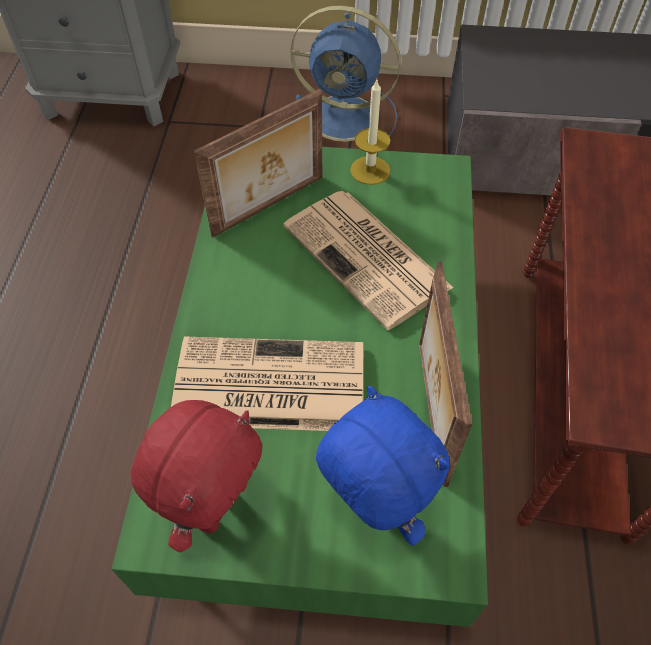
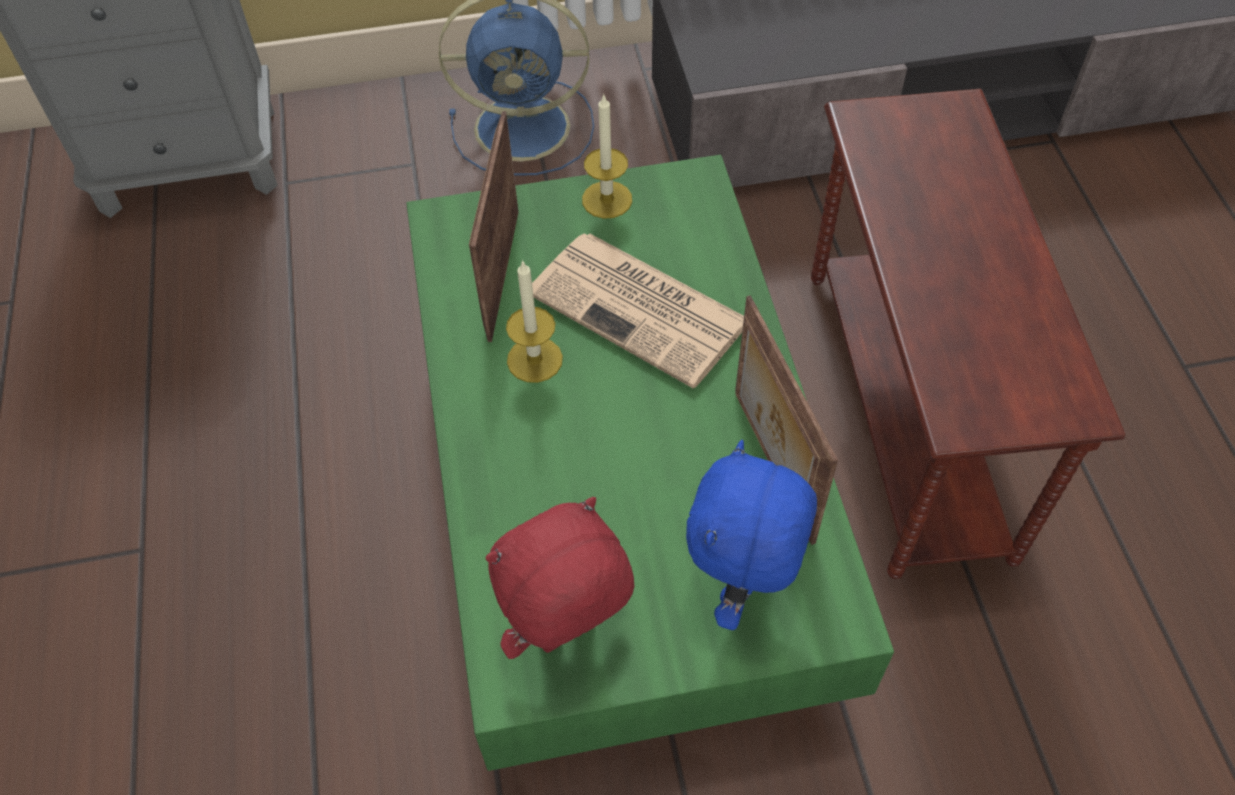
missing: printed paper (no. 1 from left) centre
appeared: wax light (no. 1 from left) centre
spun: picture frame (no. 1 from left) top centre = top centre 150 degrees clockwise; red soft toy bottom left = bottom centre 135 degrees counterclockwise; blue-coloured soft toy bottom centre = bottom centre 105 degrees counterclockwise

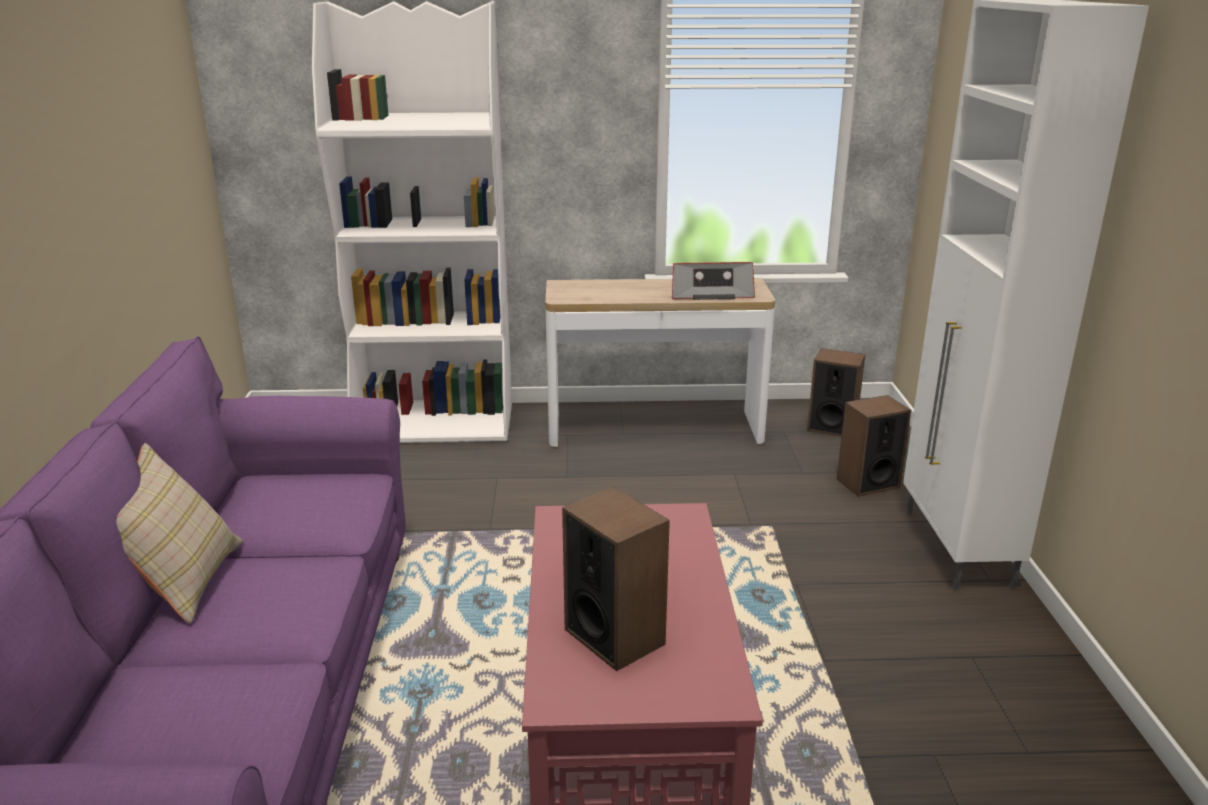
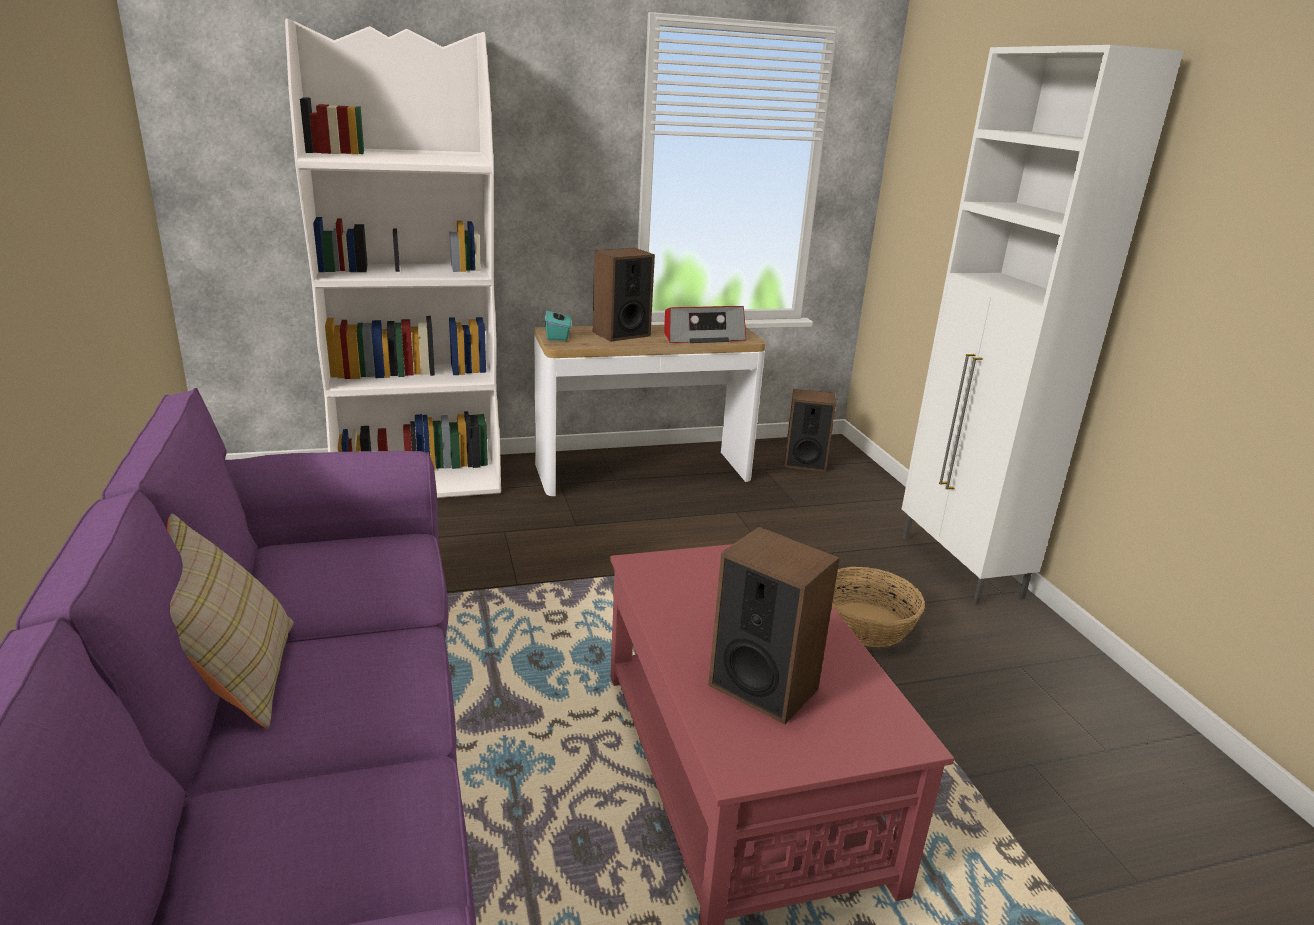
appeared: turquoise tissue holder centre; storage basket middle right
relocated: audio speaker (no. 3 from left in the first image) middle right to audio speaker (no. 1 from left) top centre

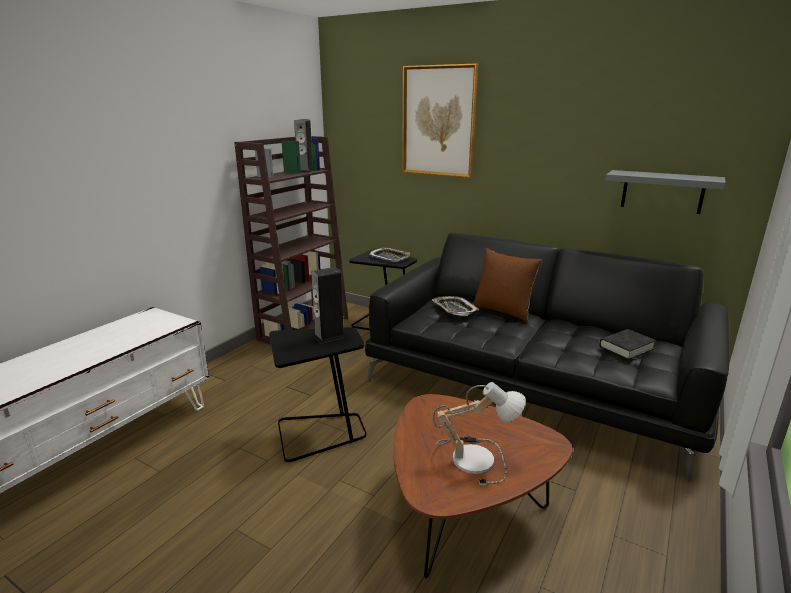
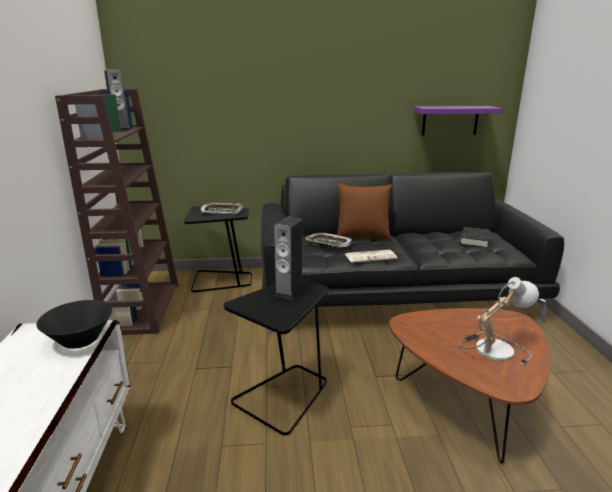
missing: wall picture top centre
appeared: black serving bowl middle left; printed paper centre
colour: gray wall shelf top right to purple-coloured wall shelf top right

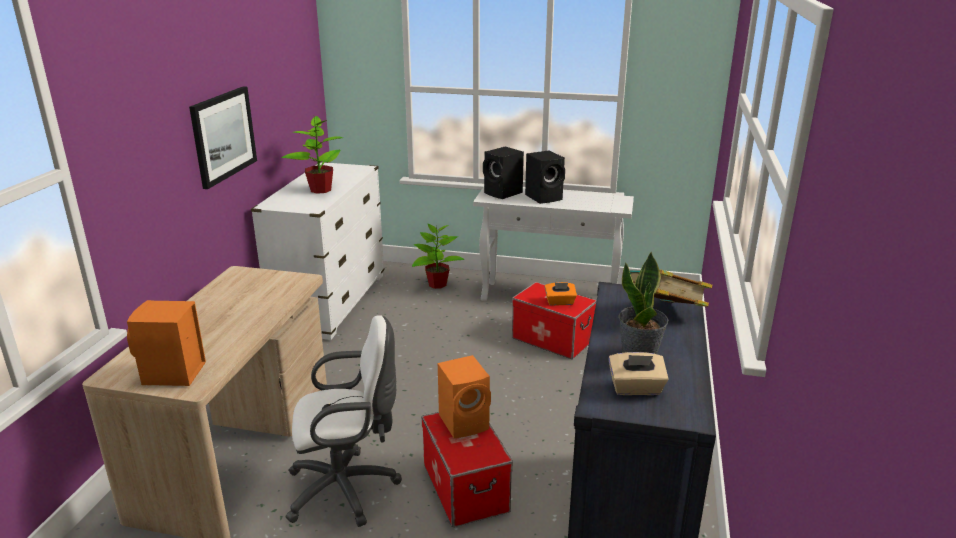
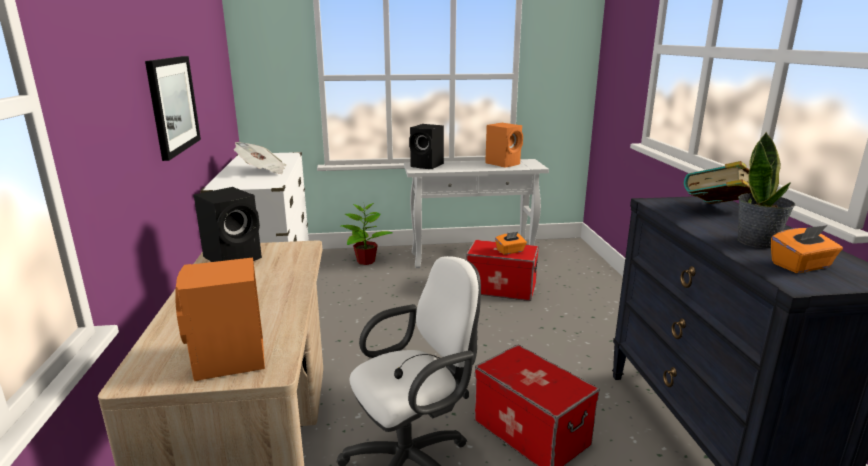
relocated: black audio speaker (no. 2 from left in the first image) top centre to black audio speaker (no. 1 from left) middle left; orangey audio speaker (no. 2 from left) bottom centre to top centre
exchanged: plant in a pot (no. 1 from left) top left to printed paper middle left
colour: beige-coloured tissue holder bottom right to orangey tissue holder (no. 2 from left) middle right

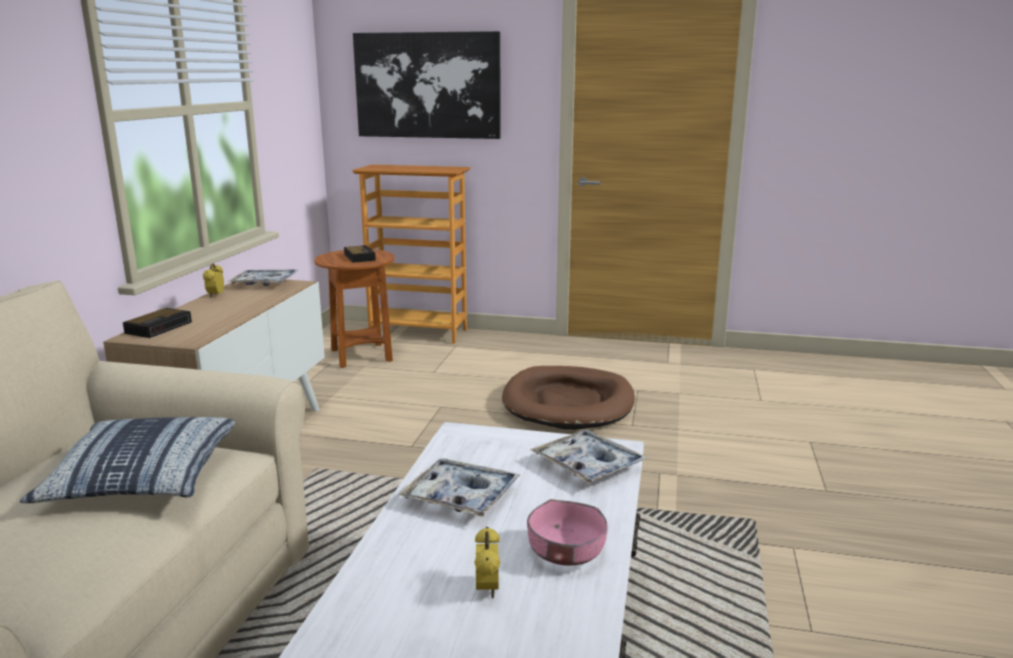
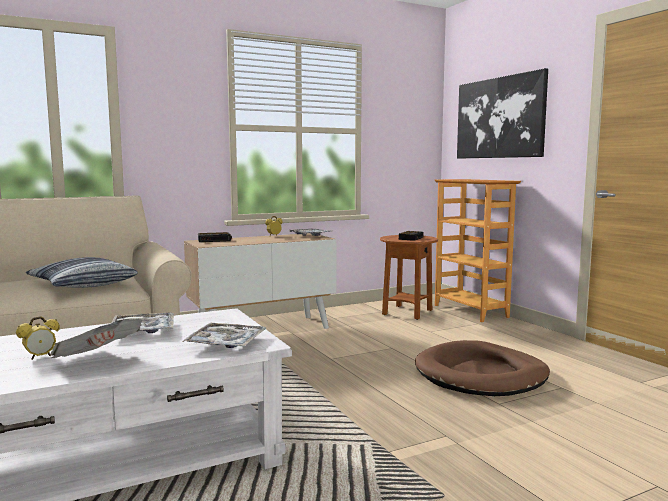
exchanged: pink serving bowl bottom centre to printed paper bottom left

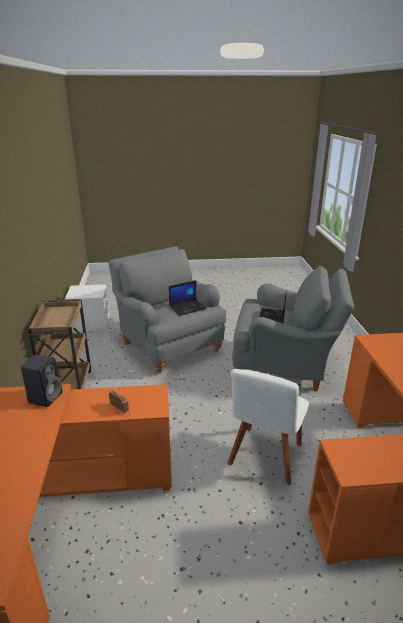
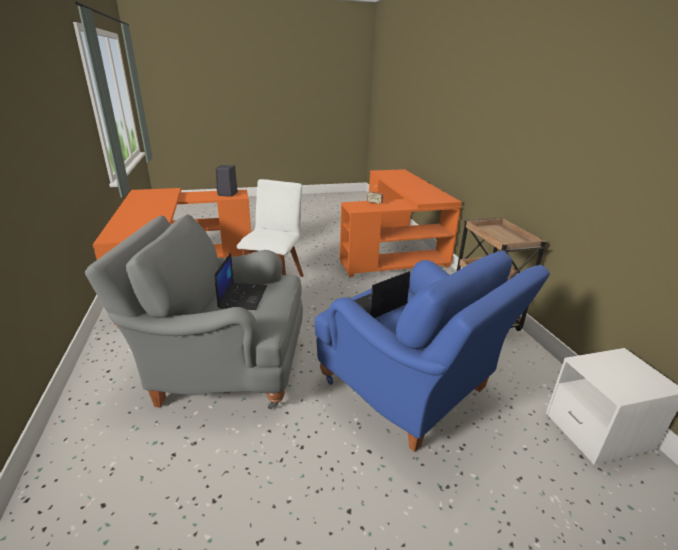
relocated: black audio speaker middle left to top centre
colour: gray lounge chair (no. 1 from left) centre to blue-coloured lounge chair centre

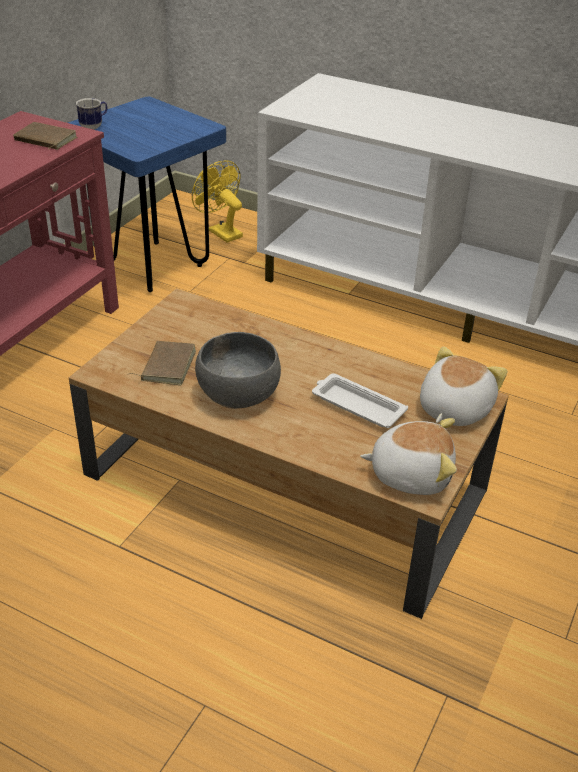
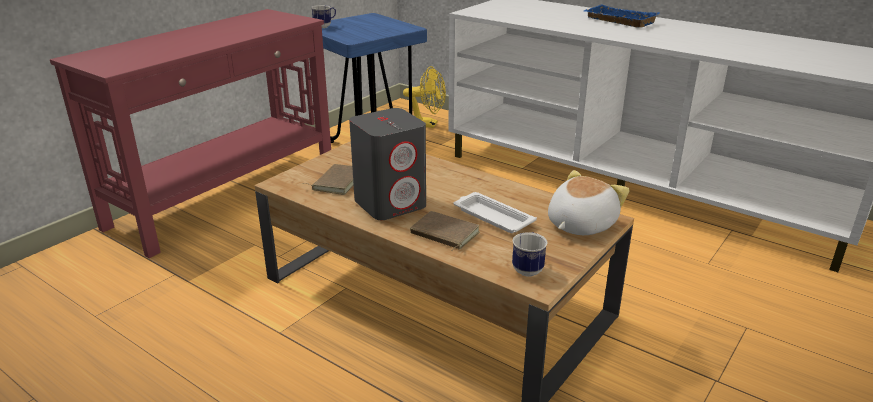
appeared: blue-coloured tray top right
relocated: brown book (no. 1 from left in the first image) top left to brown book (no. 2 from left) centre
exchanged: gray serving bowl centre to gray audio speaker centre; soft toy (no. 1 from left) middle right to coffee mug (no. 2 from left) centre
spun: yellow electric fan top centre = top centre 135 degrees clockwise

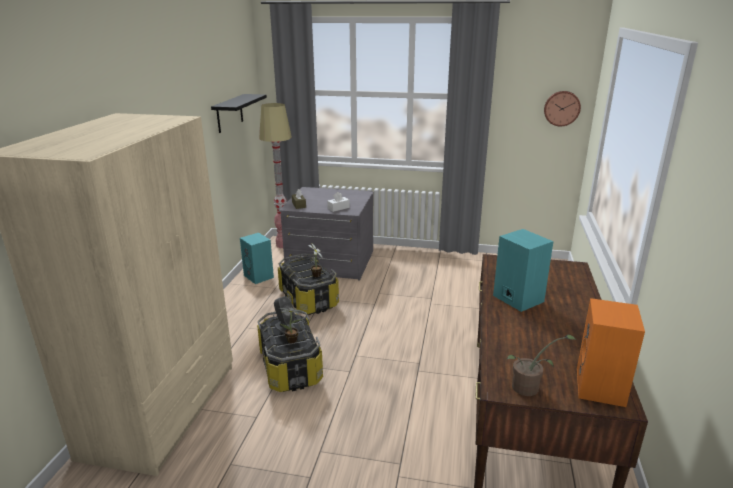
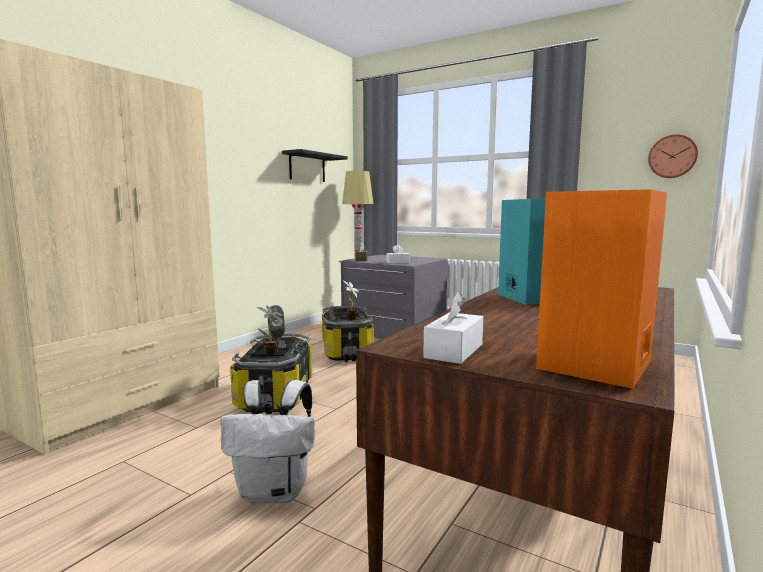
missing: turquoise audio speaker (no. 1 from left) centre
appeared: white-coloured rucksack bottom centre
exchanged: plant in a pot (no. 3 from left) bottom right to white-coloured tissue holder (no. 2 from left) centre

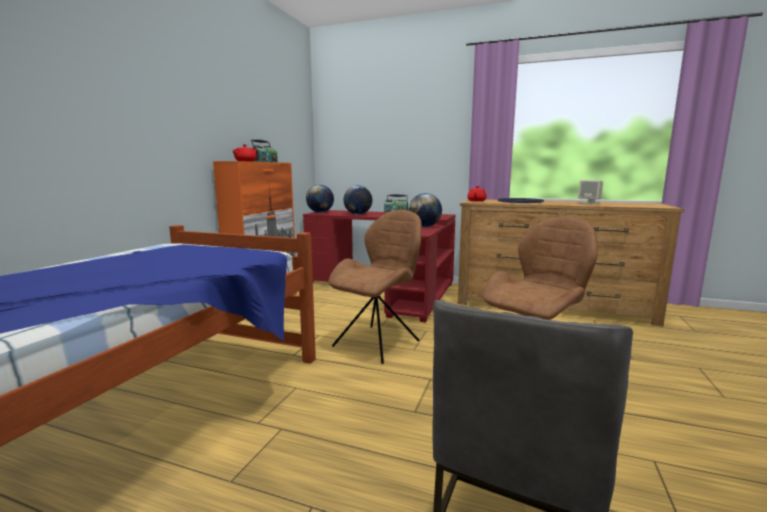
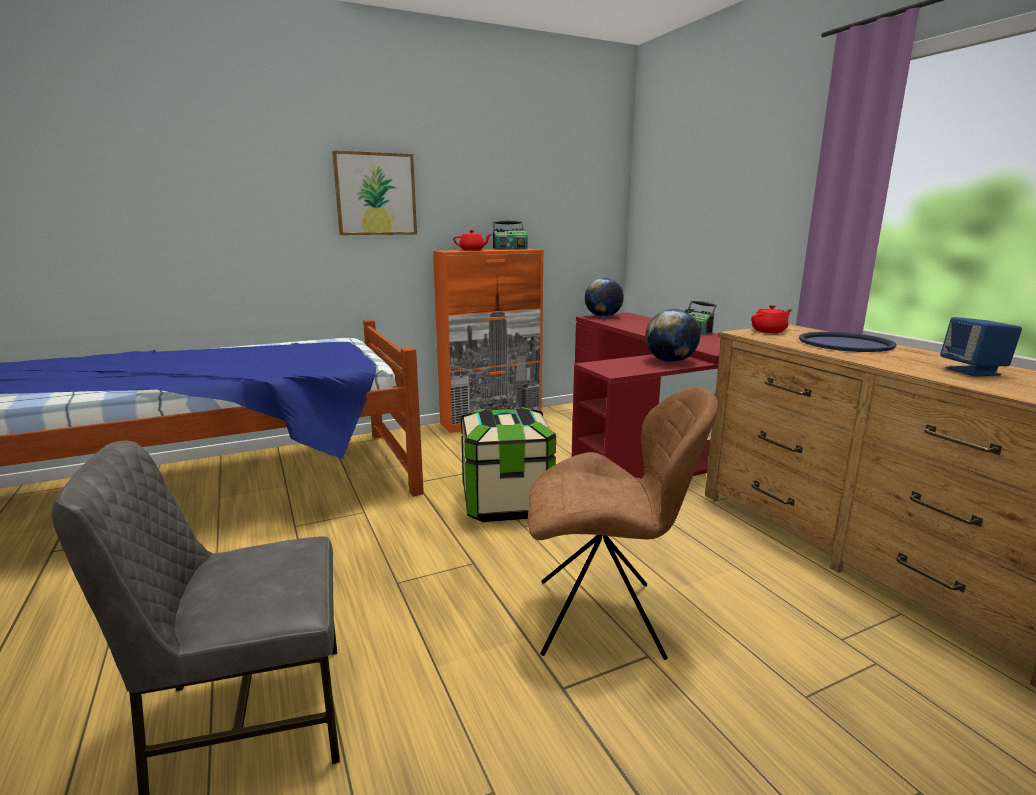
missing: desk globe (no. 2 from left) centre
appeared: wall picture top centre
exchanged: brown chair (no. 1 from left) centre to storage bin centre
colour: beige-coloured audio speaker middle right to blue-coloured audio speaker middle right

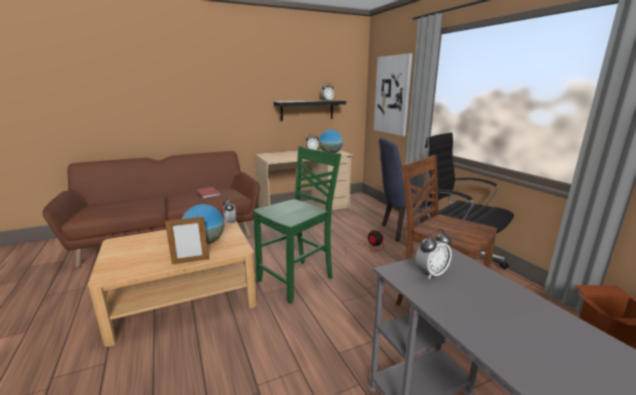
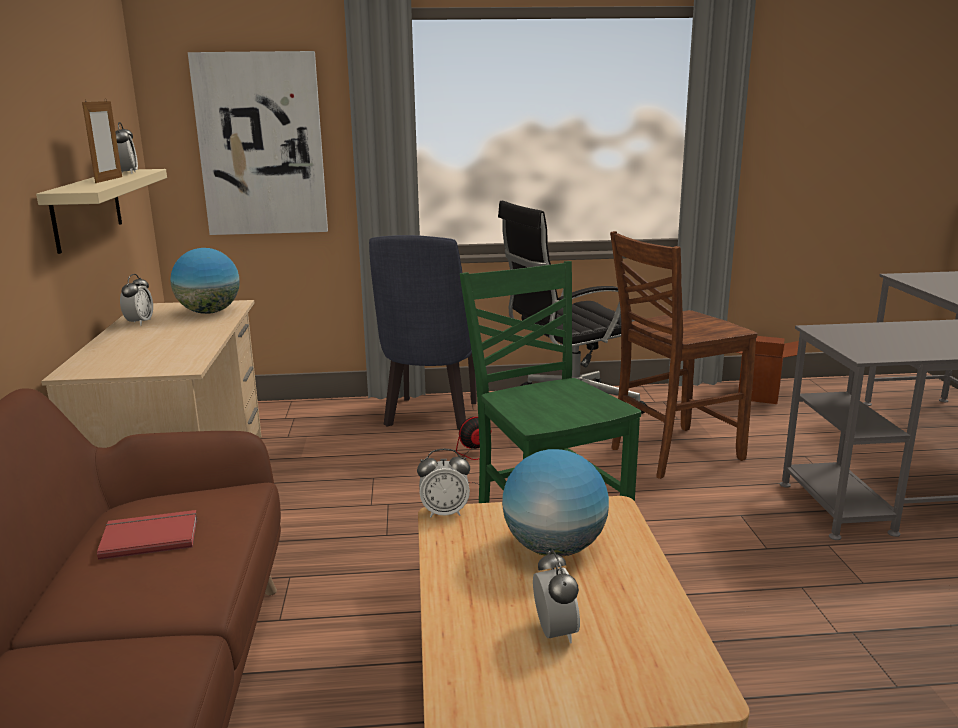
relocated: picture frame middle left to top left; bedside clock (no. 4 from left) middle right to bottom centre
colour: black wall shelf top centre to beige-coloured wall shelf top left

